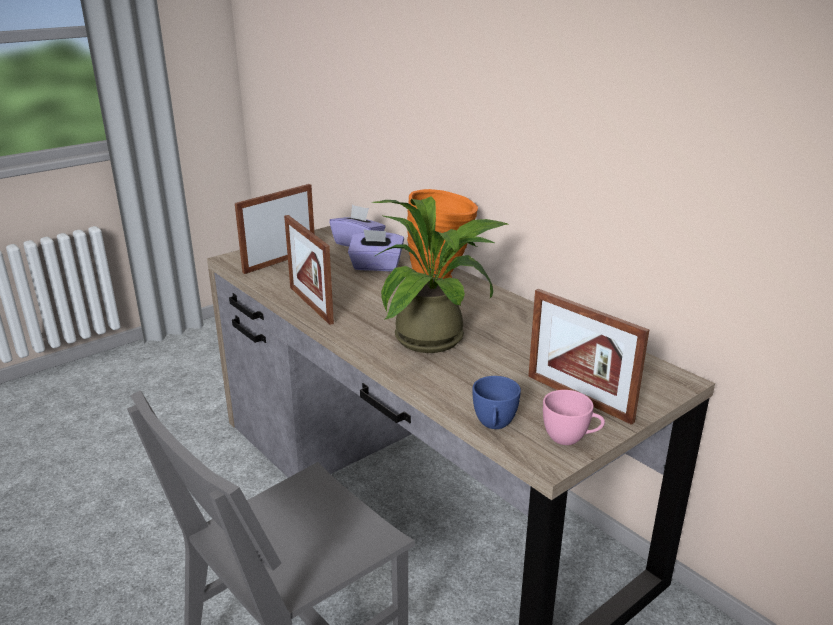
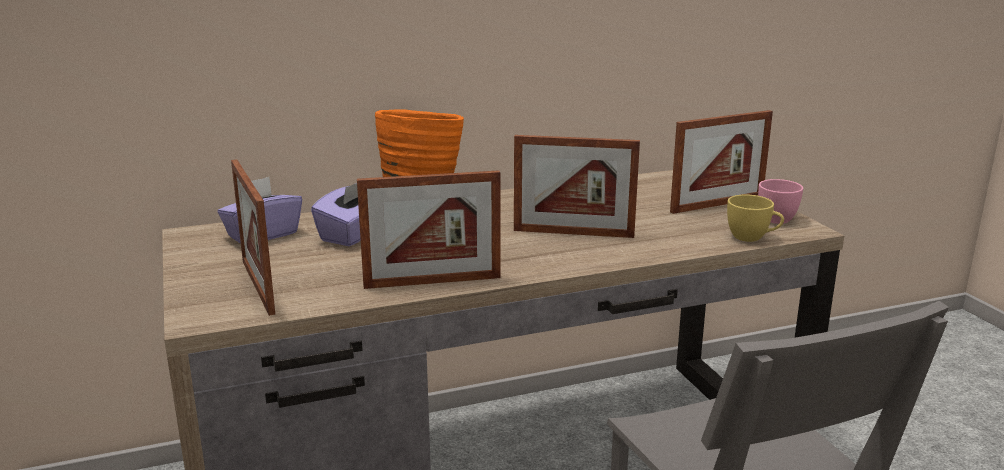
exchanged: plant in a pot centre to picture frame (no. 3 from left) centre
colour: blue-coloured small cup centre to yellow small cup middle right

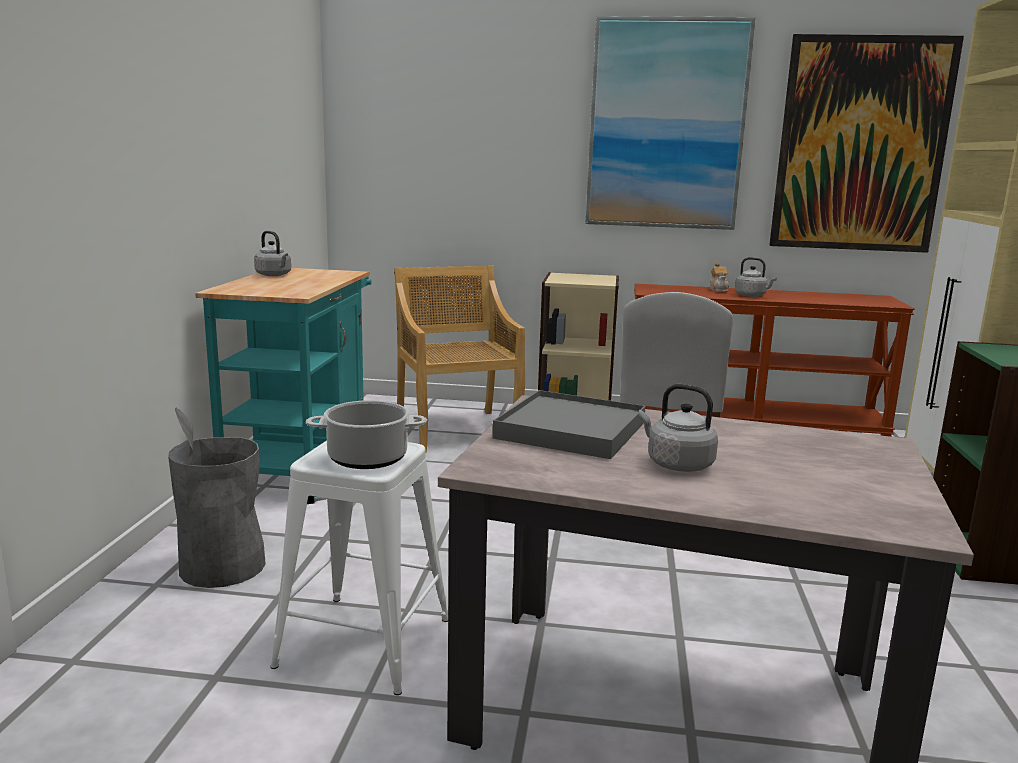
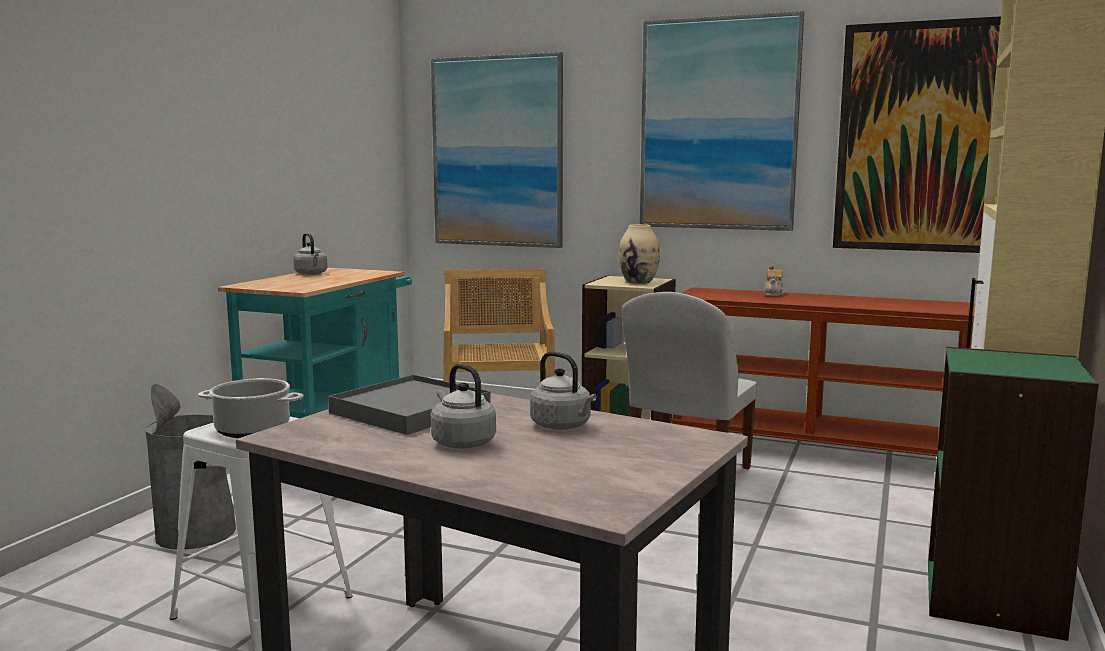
appeared: wall picture (no. 1 from left) top centre; beige-coloured flower vase centre
relocated: gray tea kettle (no. 3 from left) middle right to centre

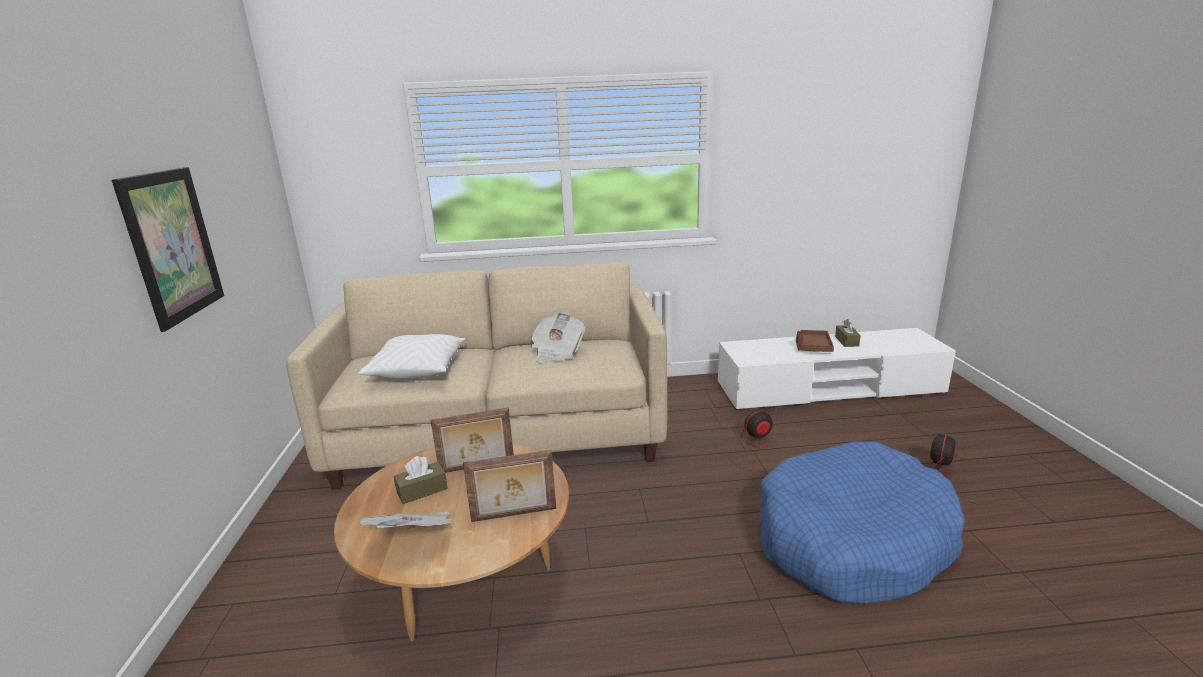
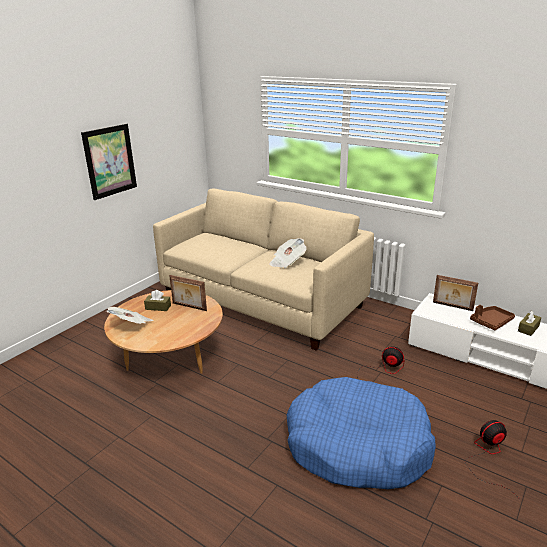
missing: white-coloured throw pillow centre
relocated: picture frame (no. 2 from left) bottom centre to middle right

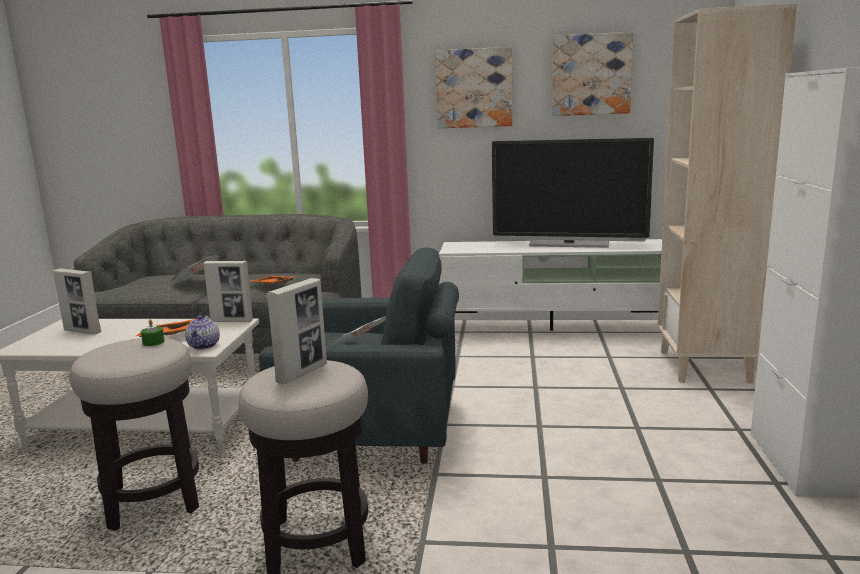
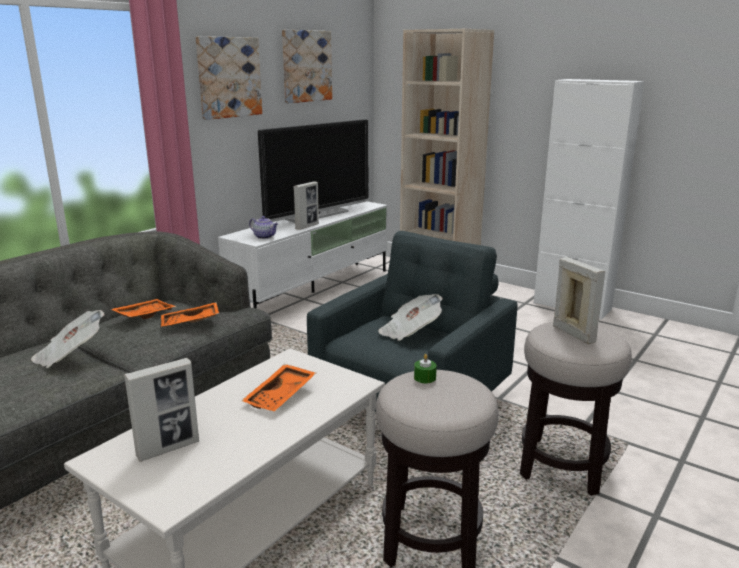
appeared: orangey tray (no. 1 from left) middle left
relocated: teapot middle left to centre; picture frame (no. 2 from left) middle left to centre

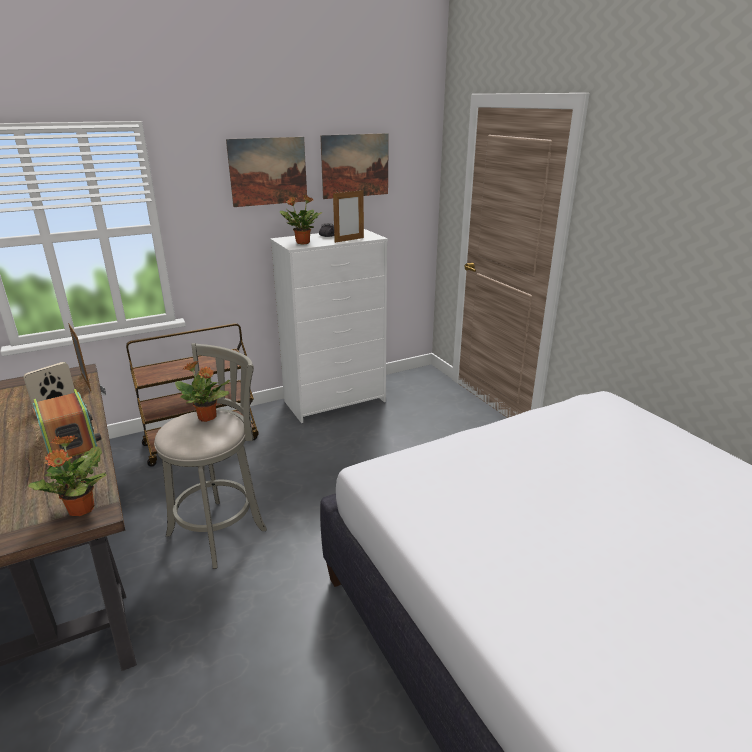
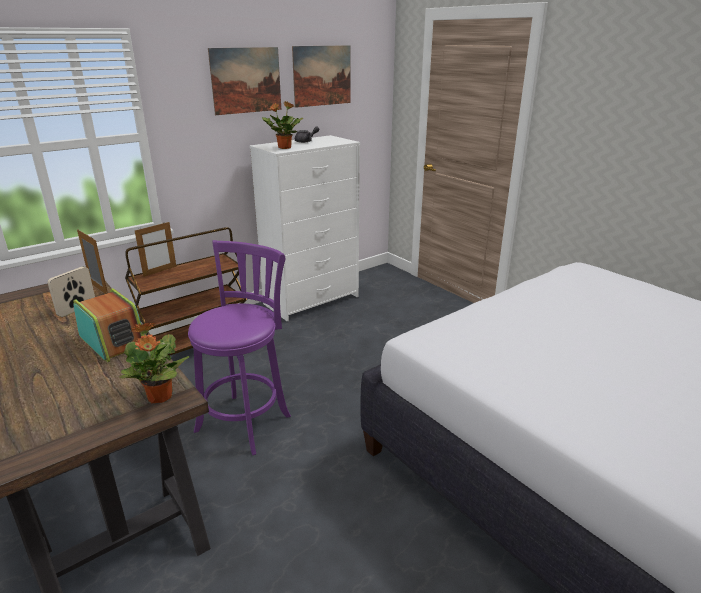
missing: plant in a pot (no. 2 from left) middle left
relocated: picture frame (no. 3 from left) top centre to middle left
colour: gray sitting stool middle left to purple-coloured sitting stool centre

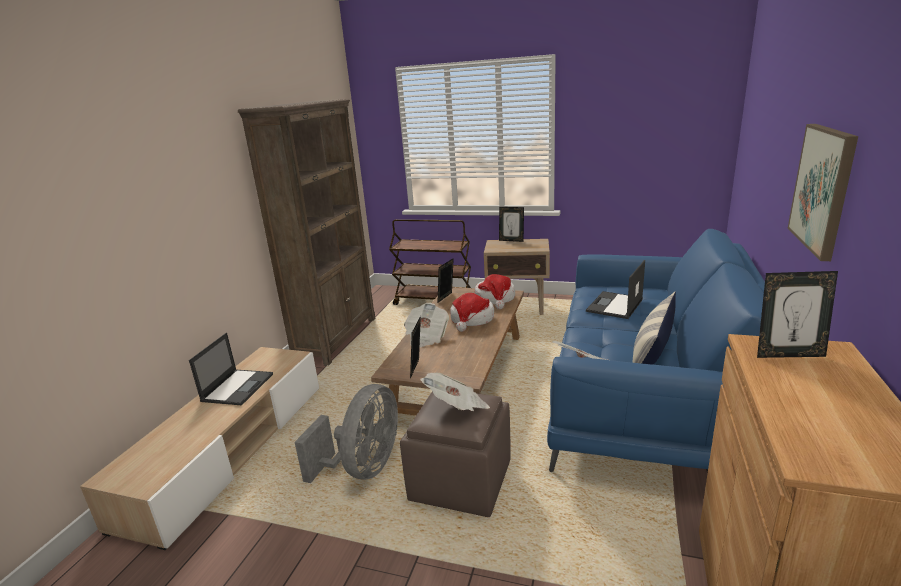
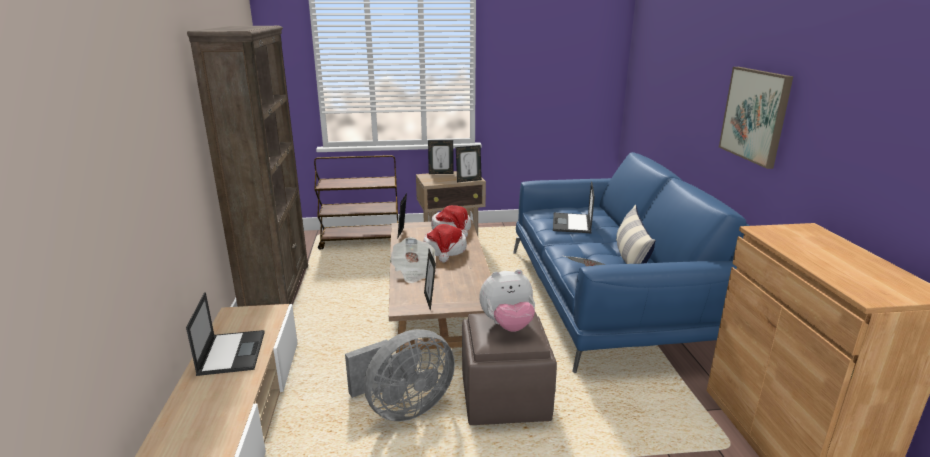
relocated: picture frame (no. 4 from left) middle right to centre
exchanged: printed paper (no. 2 from left) bottom centre to soft toy centre
spun: gray electric fan bottom centre = bottom centre 60 degrees clockwise

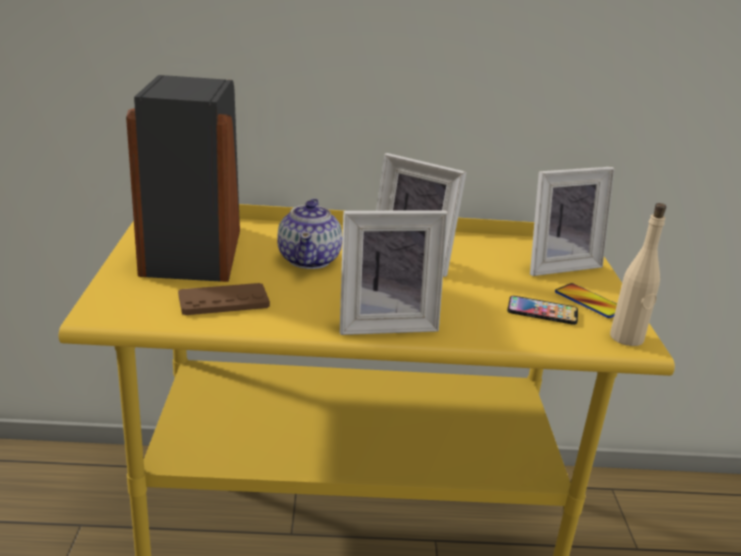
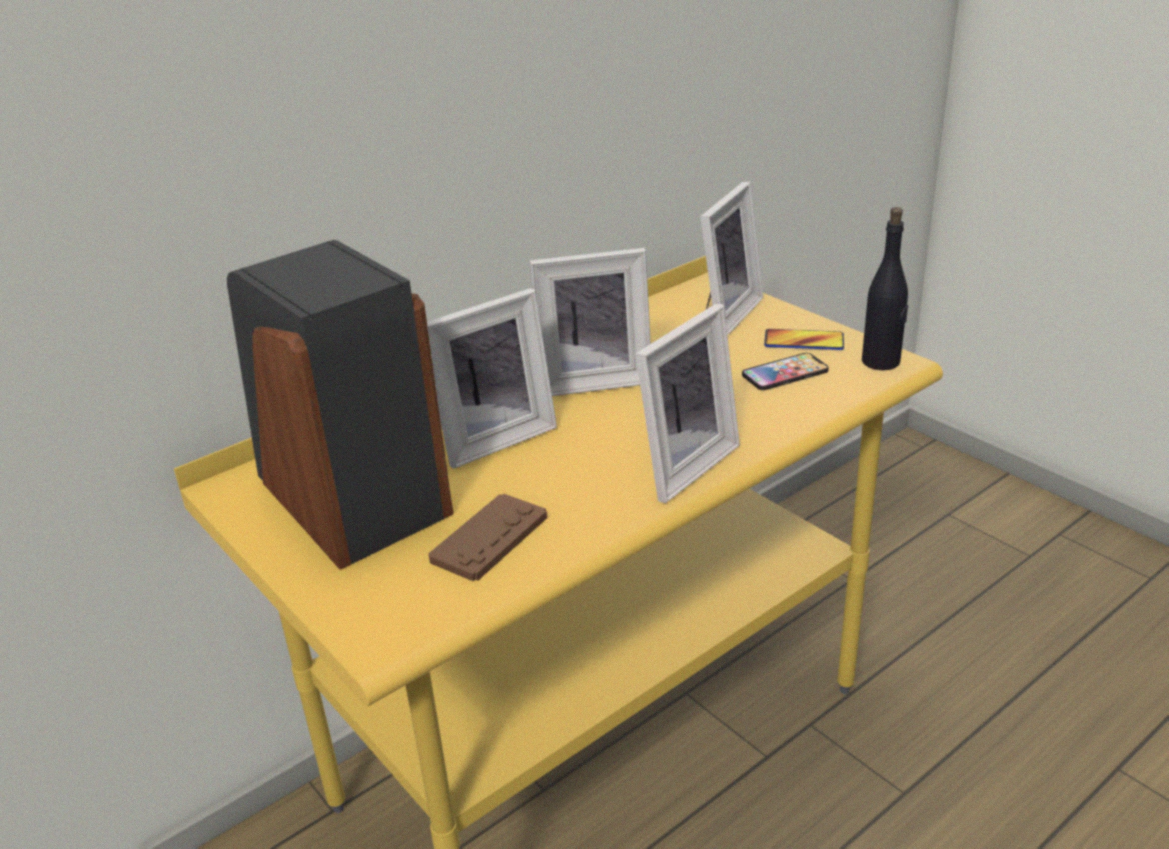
exchanged: teapot centre to picture frame (no. 1 from left) centre
colour: beige-coloured beverage bottle middle right to black beverage bottle middle right

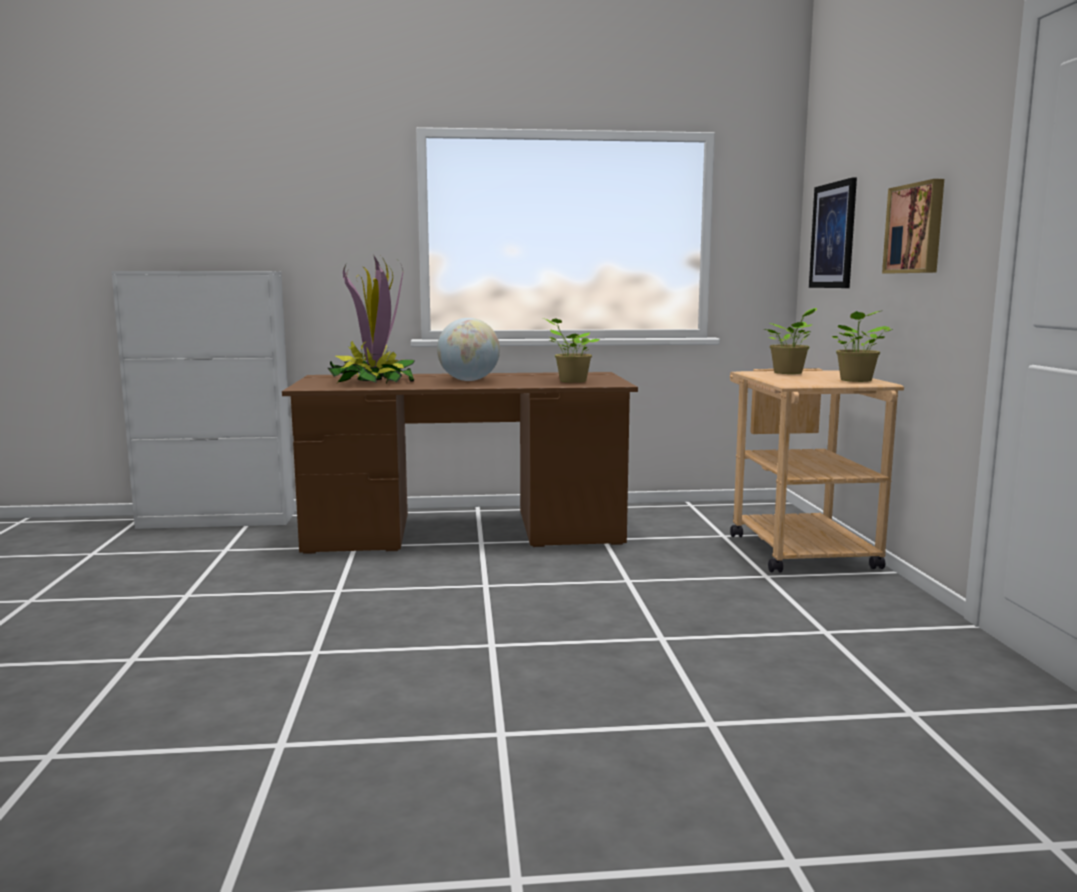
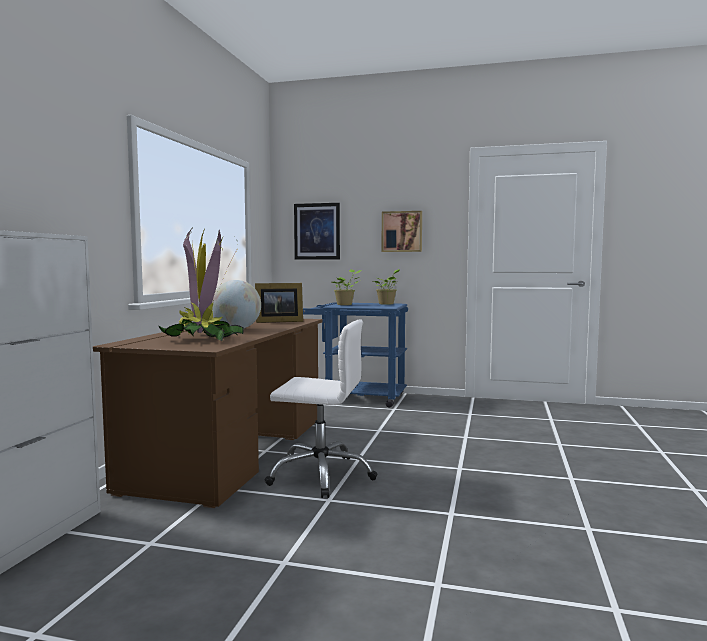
appeared: white-coloured office chair centre
exchanged: plant in a pot (no. 2 from left) centre to picture frame centre
colour: beige-coloured wheeled cart middle right to blue-coloured wheeled cart centre

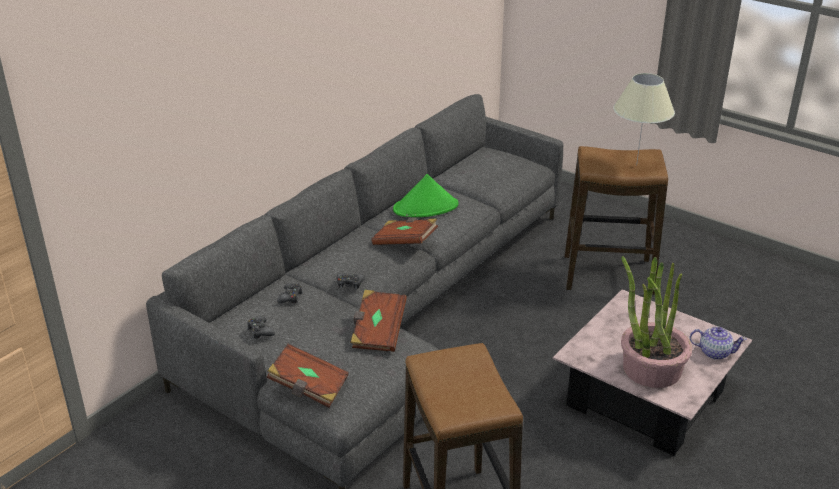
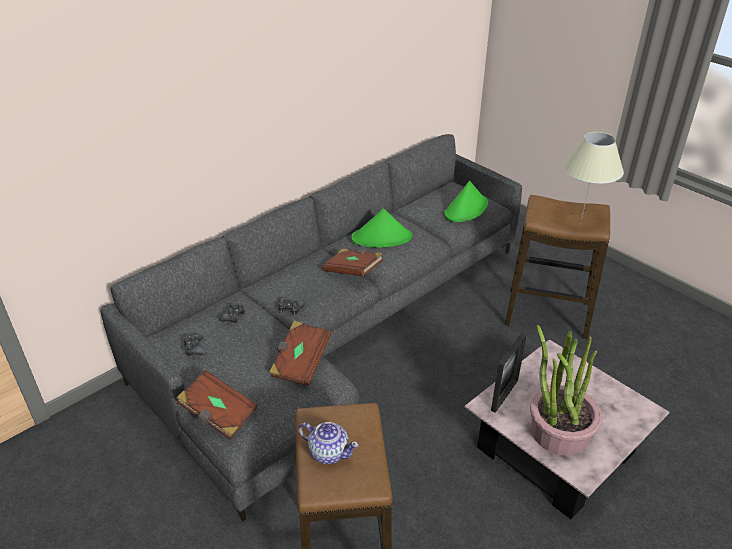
appeared: green hat (no. 2 from left) centre; picture frame bottom right
relocated: teapot bottom right to bottom centre

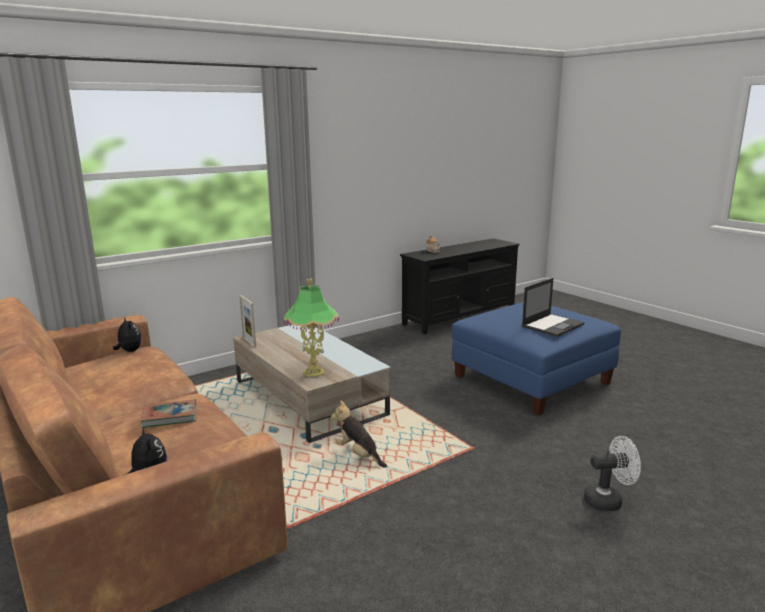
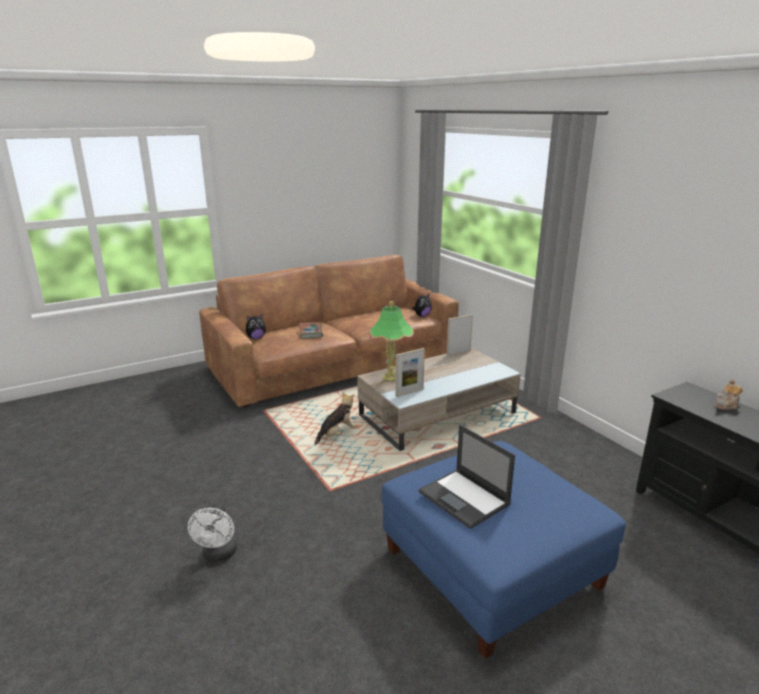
appeared: picture frame (no. 1 from left) centre

